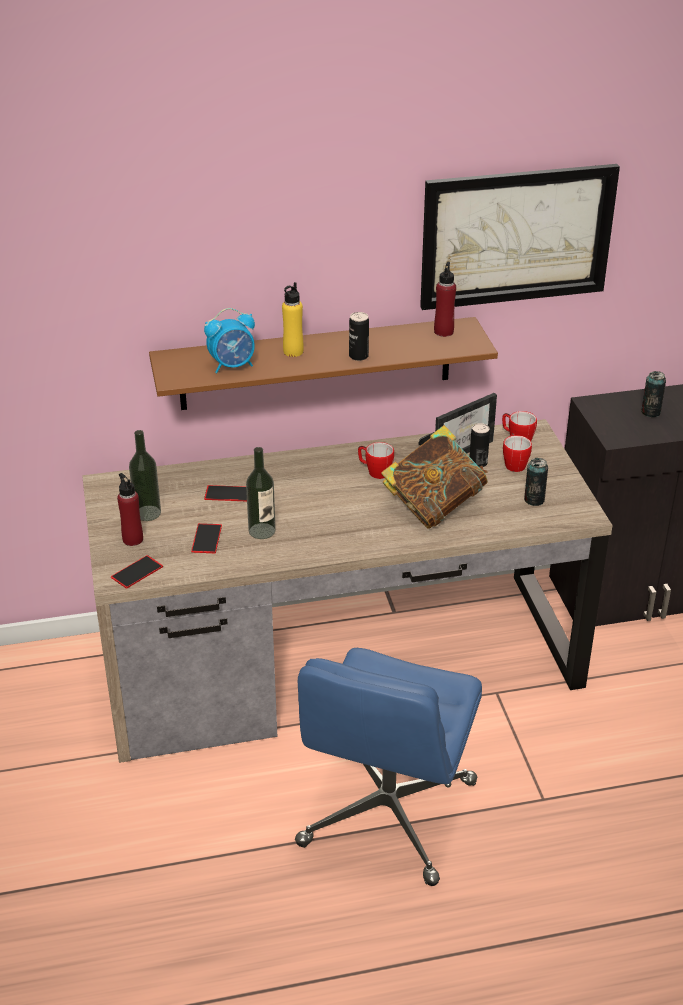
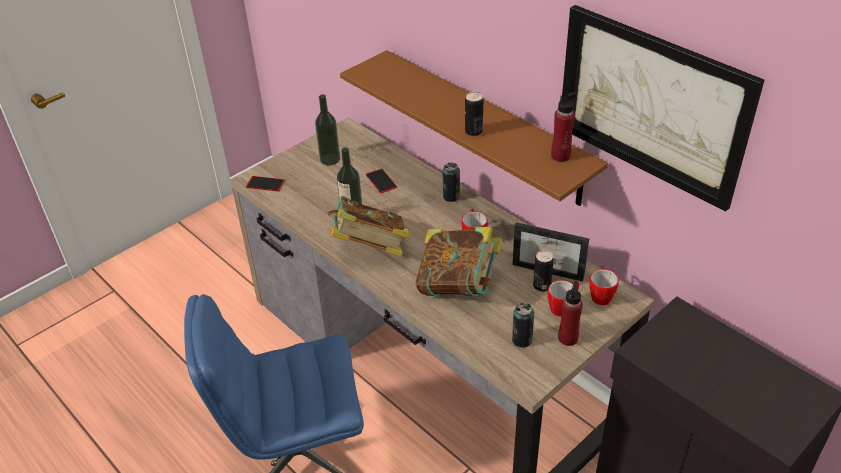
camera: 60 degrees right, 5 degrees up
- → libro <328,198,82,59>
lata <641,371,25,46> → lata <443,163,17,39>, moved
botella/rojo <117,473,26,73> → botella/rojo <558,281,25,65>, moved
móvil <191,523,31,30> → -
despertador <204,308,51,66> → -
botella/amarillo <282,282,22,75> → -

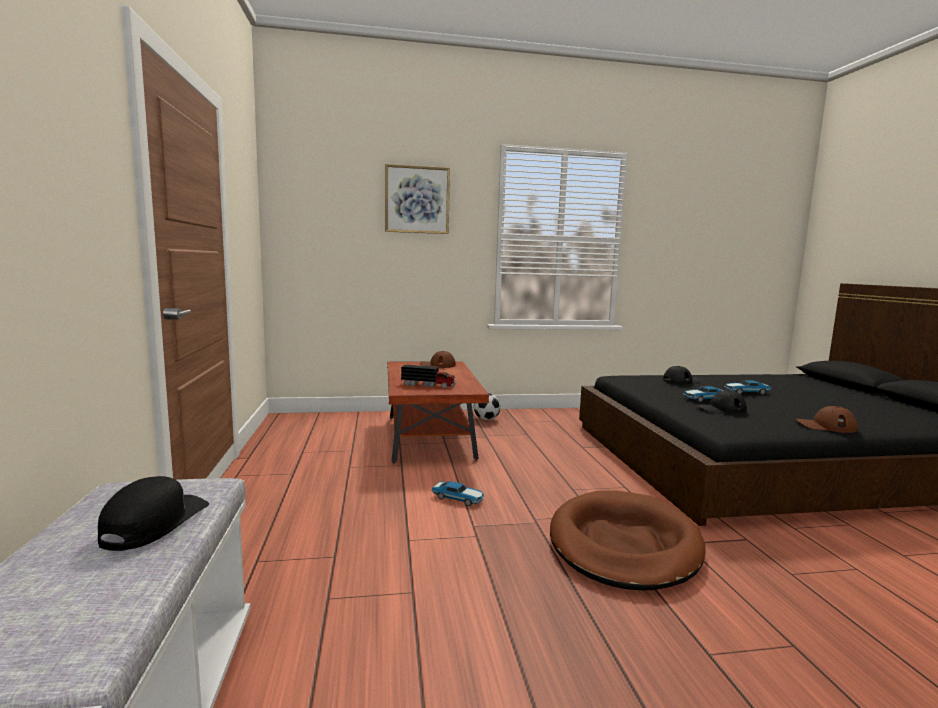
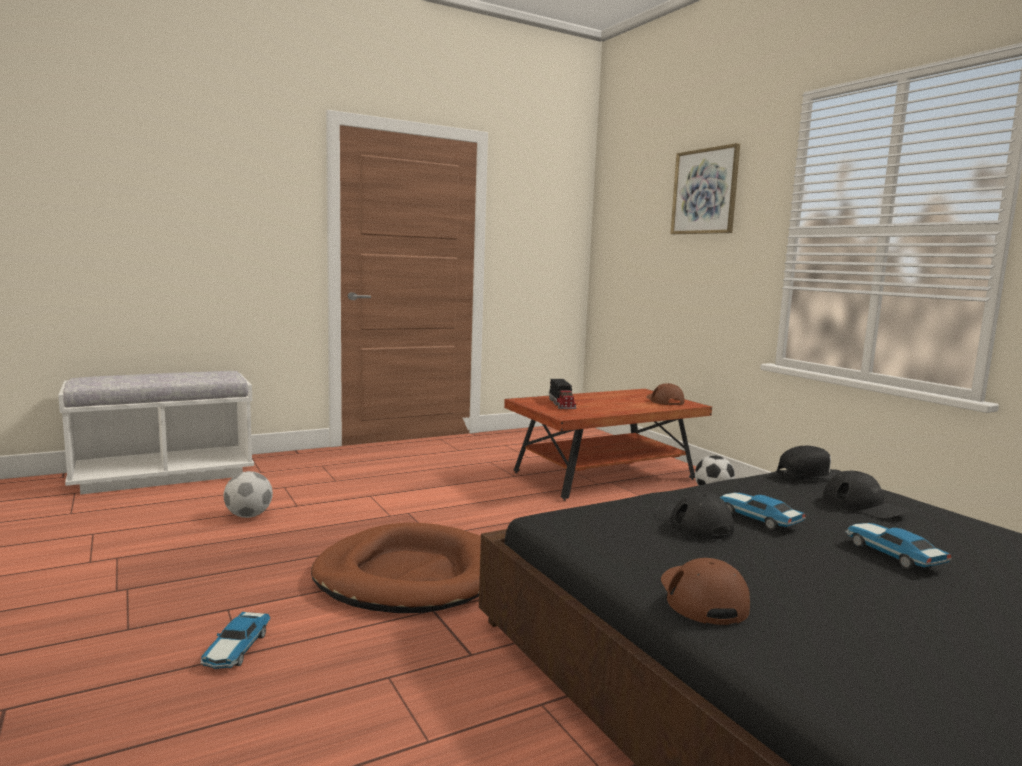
camera: 70 degrees right, 0 degrees up
coche de juguete <432,481,53,25> → coche de juguete <200,612,70,57>, moved
- → balón de fútbol <224,471,49,47>
gorra/negro <98,476,111,75> → gorra/negro <776,446,66,34>, moved

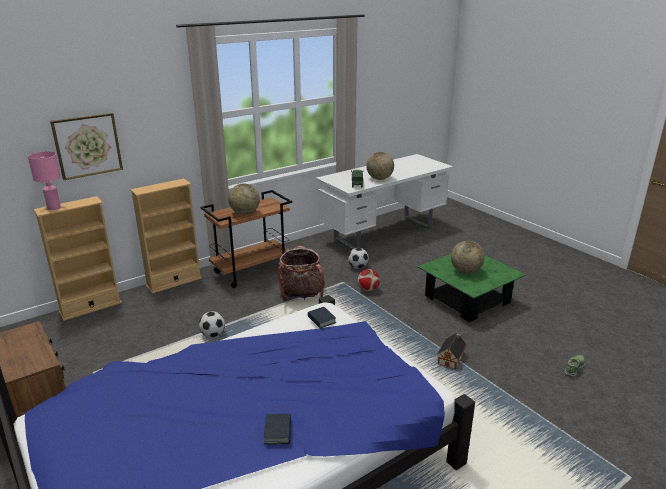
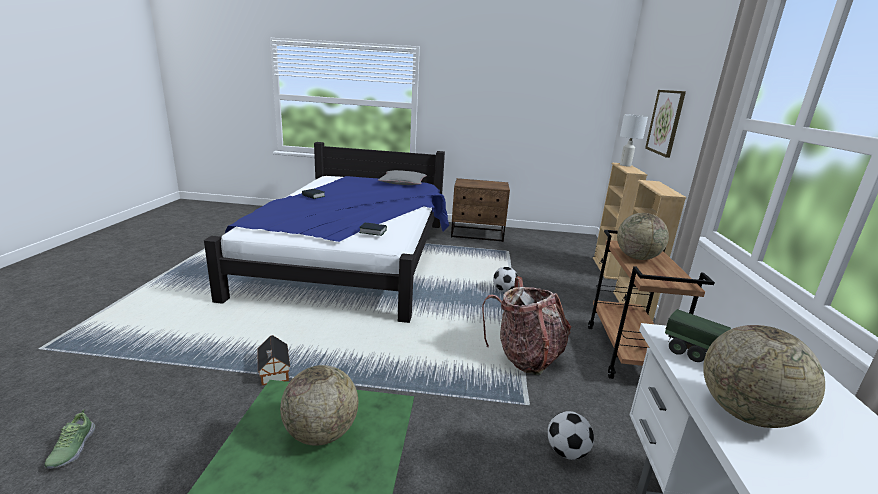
camera: 130 degrees right, 5 degrees down
- → cojín/gris <378,170,49,15>
lámpara de mesa/rosa <28,151,33,59> → lámpara de mesa/blanco <620,114,28,52>
balón de fútbol <358,269,22,22> → -

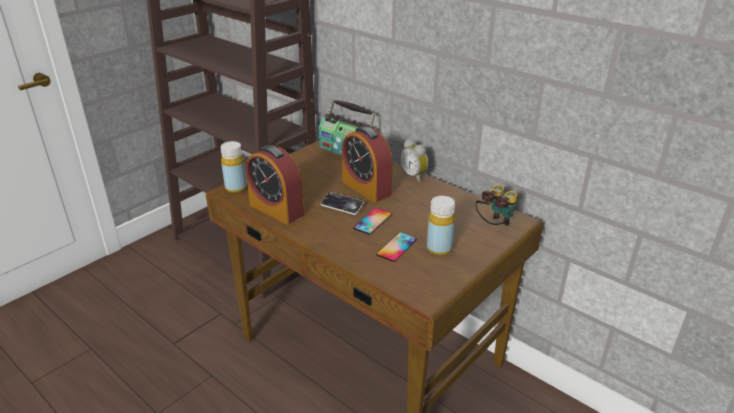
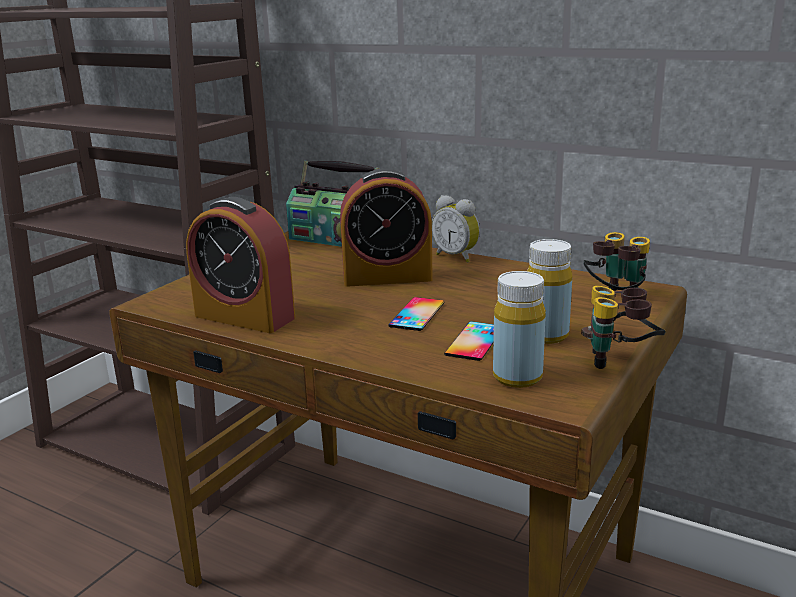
camera: 10 degrees left, 10 degrees down
despertador <342,126,50,76> → despertador <340,168,93,119>, 45 degrees counterclockwise
botella/amarillo <220,141,27,52> → botella/amarillo <493,271,53,117>, moved
- → prismáticos <581,286,85,83>
móvil <321,192,43,23> → -

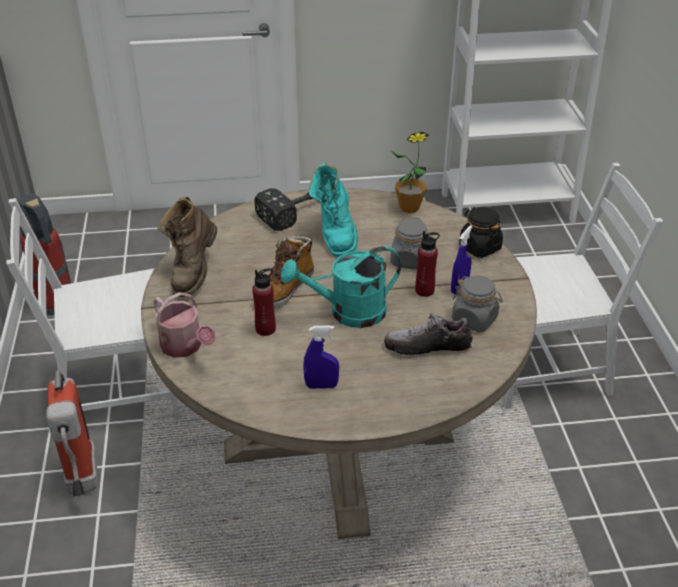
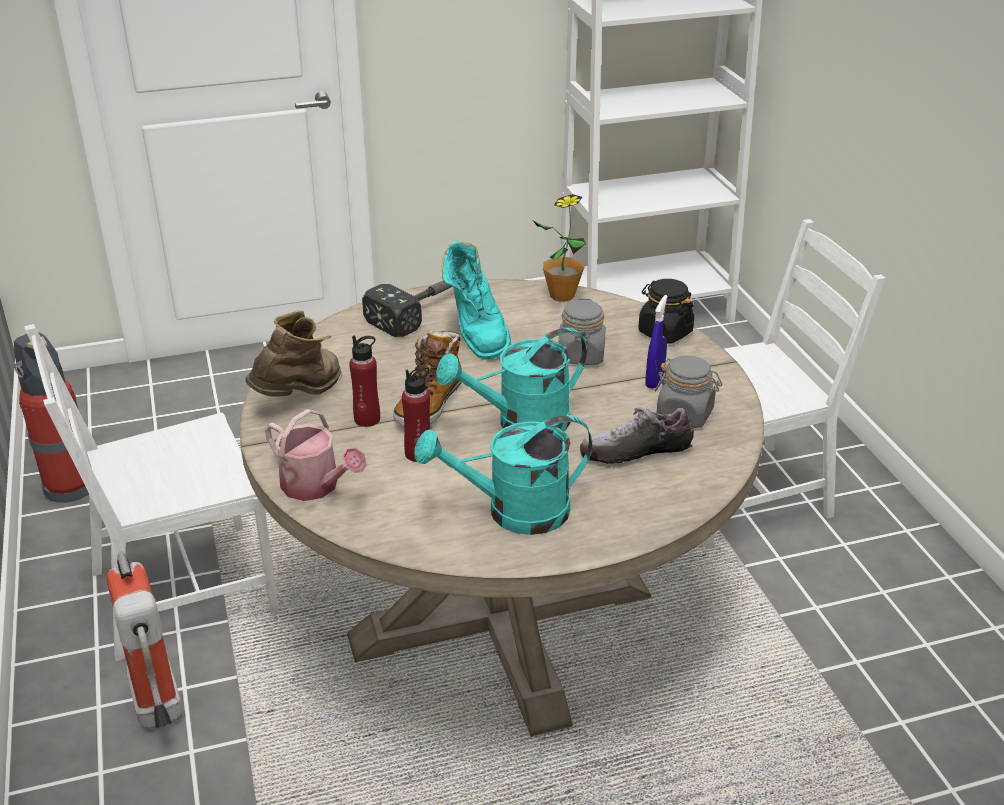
camera: 10 degrees left, 5 degrees down
bota/marrón <157,197,60,100> → bota/marrón <245,310,96,87>, 150 degrees counterclockwise
botella/rojo <415,231,25,66> → botella/rojo <349,336,31,91>, moved
pulverizador/azul <303,325,36,64> → regadera/turquesa <414,415,178,120>

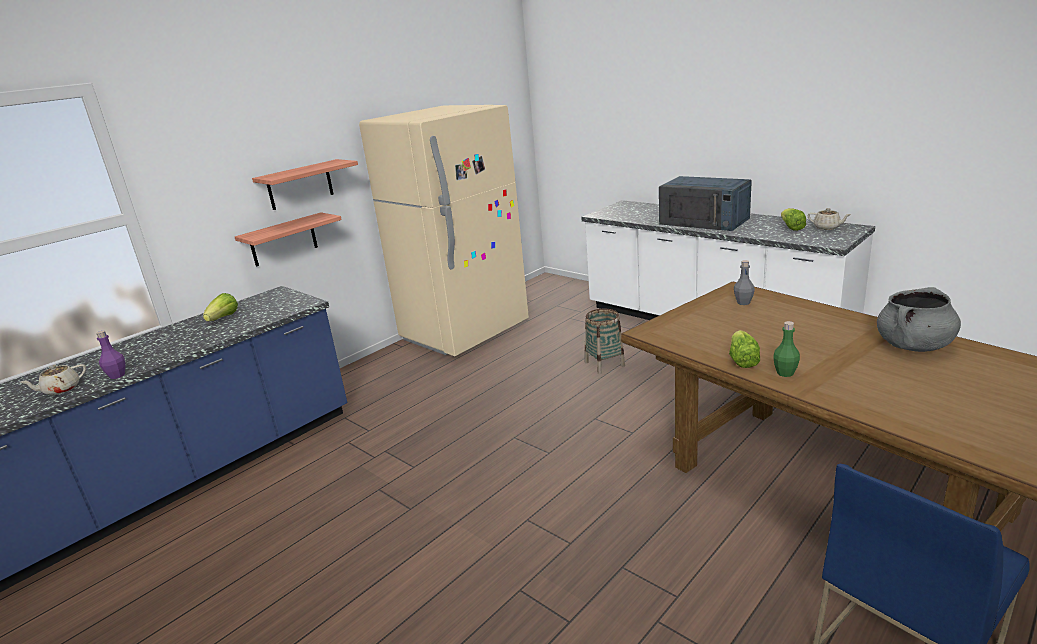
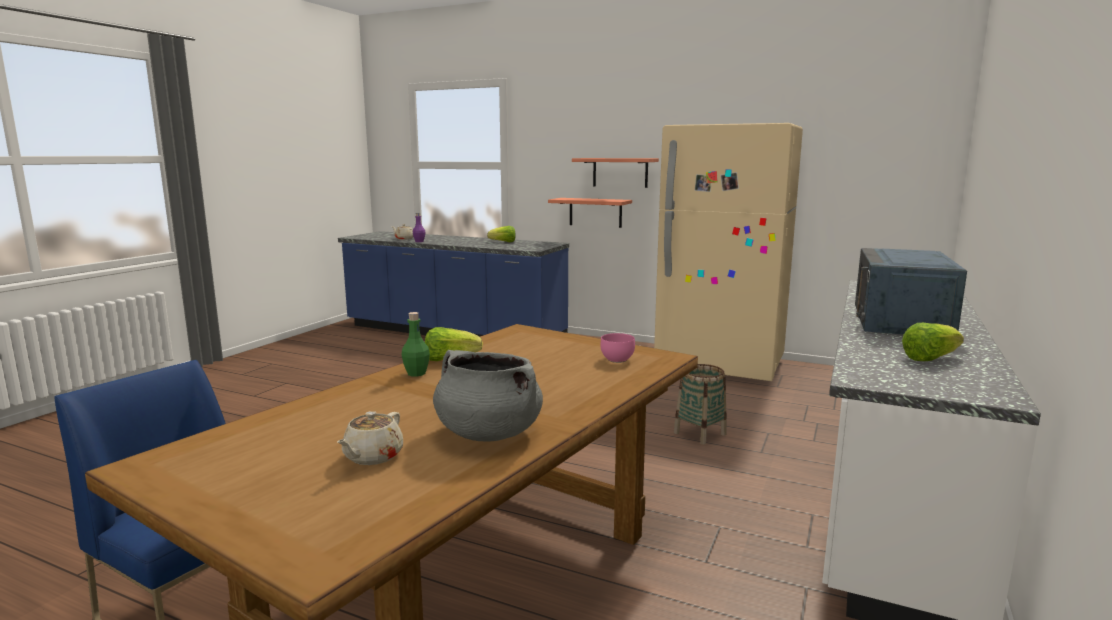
camera: 70 degrees right, 10 degrees down
tetera/beis <808,208,43,22> → tetera/beis <337,411,66,54>, moved
botella/gris <734,260,21,45> → cuenco/rosa <600,333,35,30>

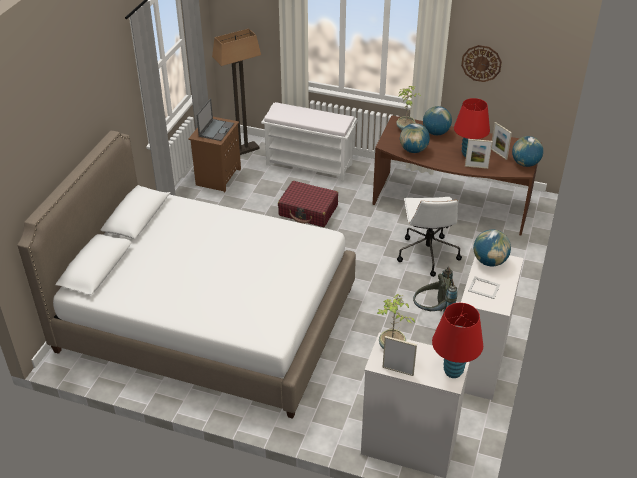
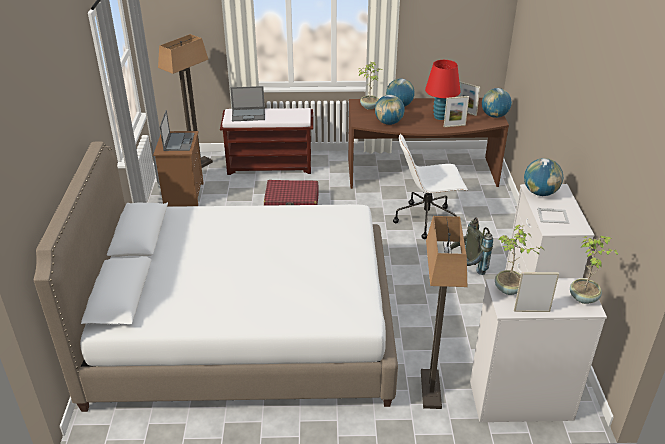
camera: 20 degrees left, 5 degrees down
banco/blanco <261,102,96,79> → banco/marrón <220,108,93,67>
- → portátil <230,86,35,35>
silla de oficina/blanco <397,197,65,80> → silla de oficina/blanco <393,134,75,105>, 105 degrees clockwise
- → lámpara de pie <421,216,47,193>
lámpara de mesa/rojo <432,303,51,75> → planta en maceta <570,235,48,69>
reloj de pared <461,45,41,37> → -

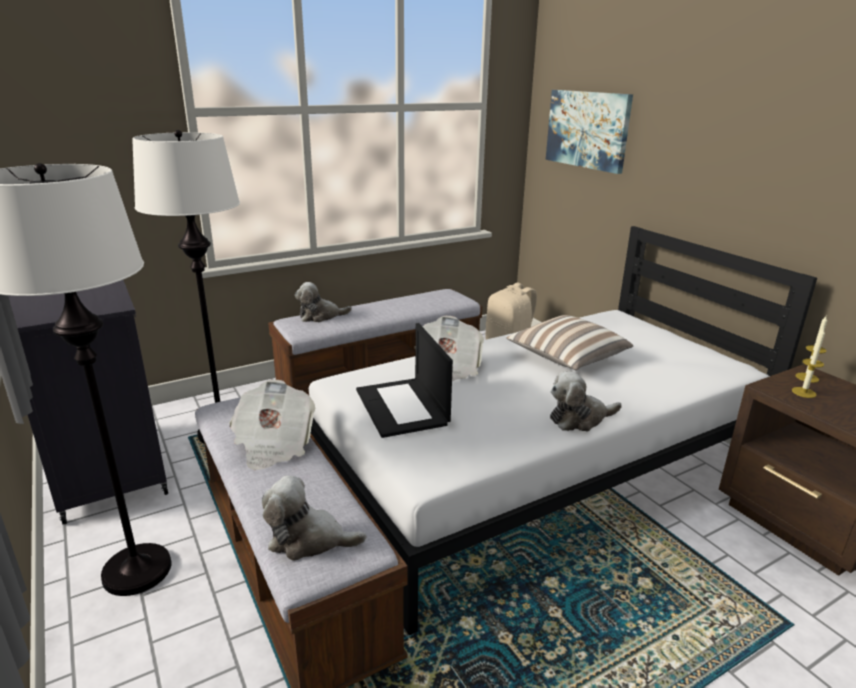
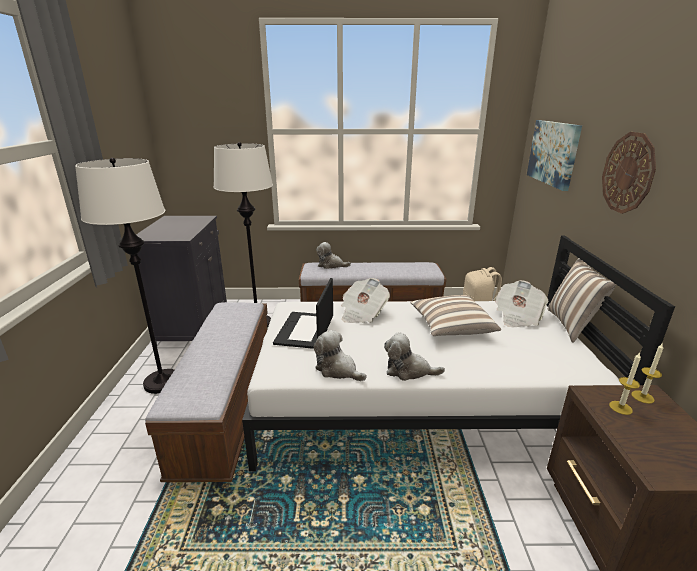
camera: 30 degrees right, 0 degrees up
peluche <262,476,104,85> → peluche <314,330,53,51>, moved
periódico <229,380,87,90> → periódico <495,280,53,47>, moved
- → cojín <547,258,69,85>
- → reloj de pared <602,132,54,82>

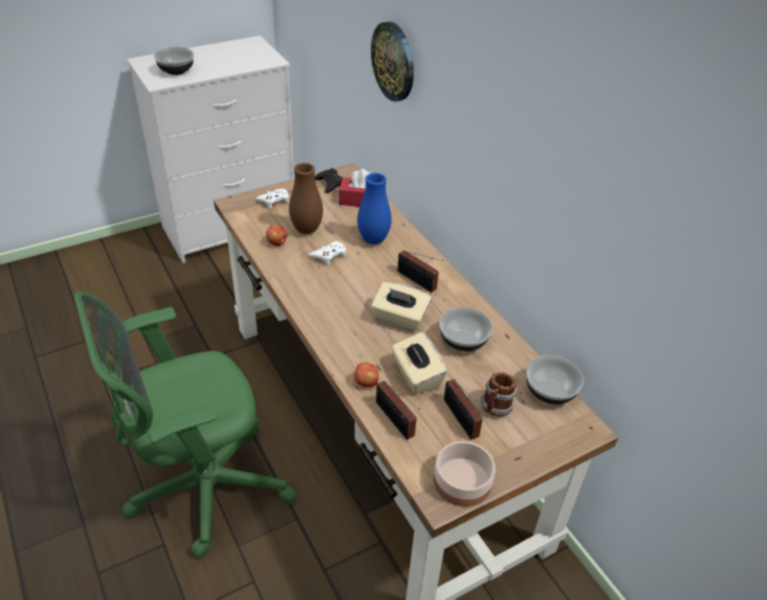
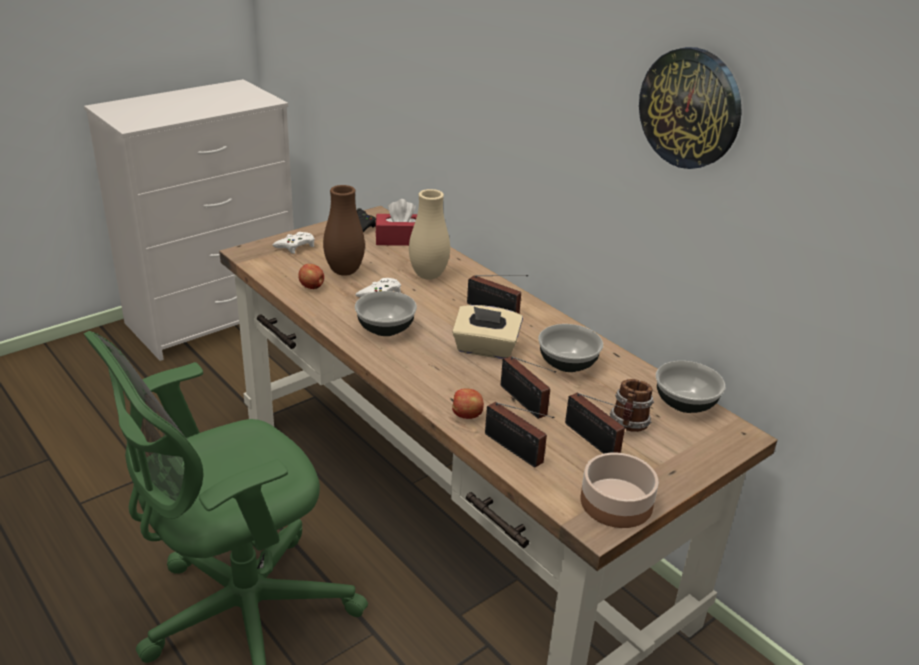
camera: 10 degrees left, 10 degrees down
cuenco <154,47,40,28> → cuenco <355,291,62,45>, moved
florero/azul <357,173,35,71> → florero/beis <409,189,41,91>
caja de pañuelos/beis <392,332,55,62> → radio <501,356,55,63>
reloj de pared <371,21,43,81> → reloj de pared <639,47,103,122>, moved

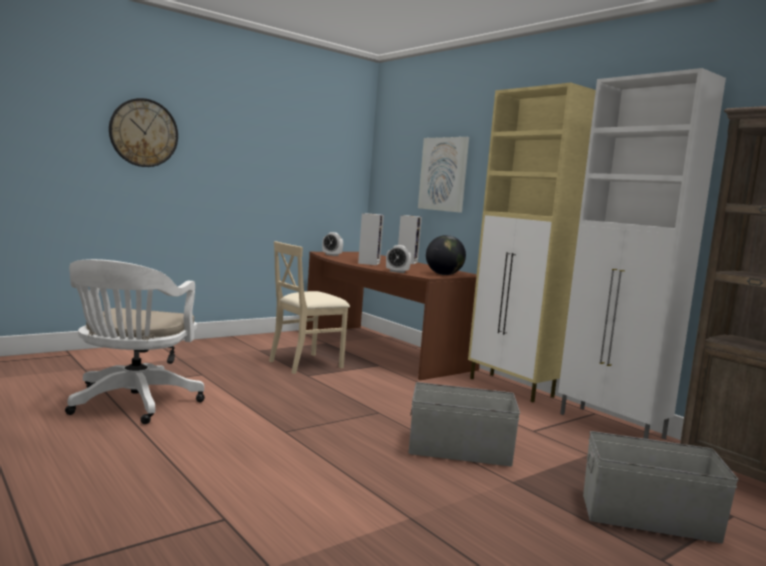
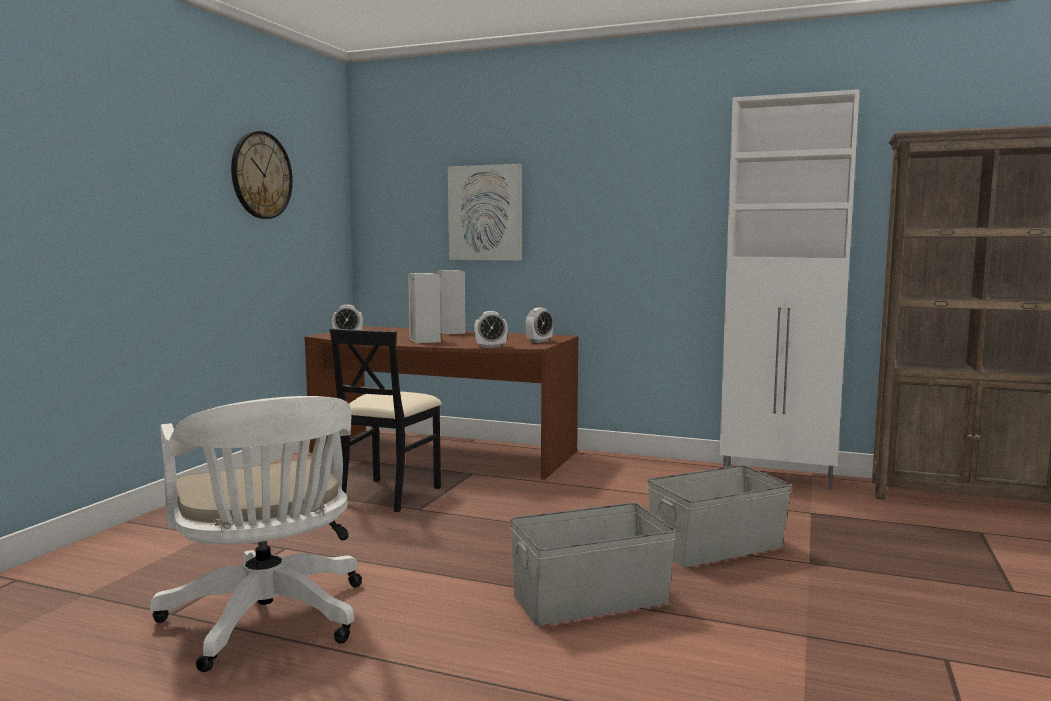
camera: 30 degrees left, 0 degrees up
reloj de pared <109,98,69,69> → reloj de pared <231,131,62,88>, moved
silla/beis <269,241,81,133> → silla/negro <330,328,112,184>
caja de almacenaje/gris <583,431,156,112> → caja de almacenaje/gris <510,503,166,123>, moved
globo terráqueo <426,235,40,40> → despertador <526,308,27,35>
armario/beis <468,83,128,319> → -

